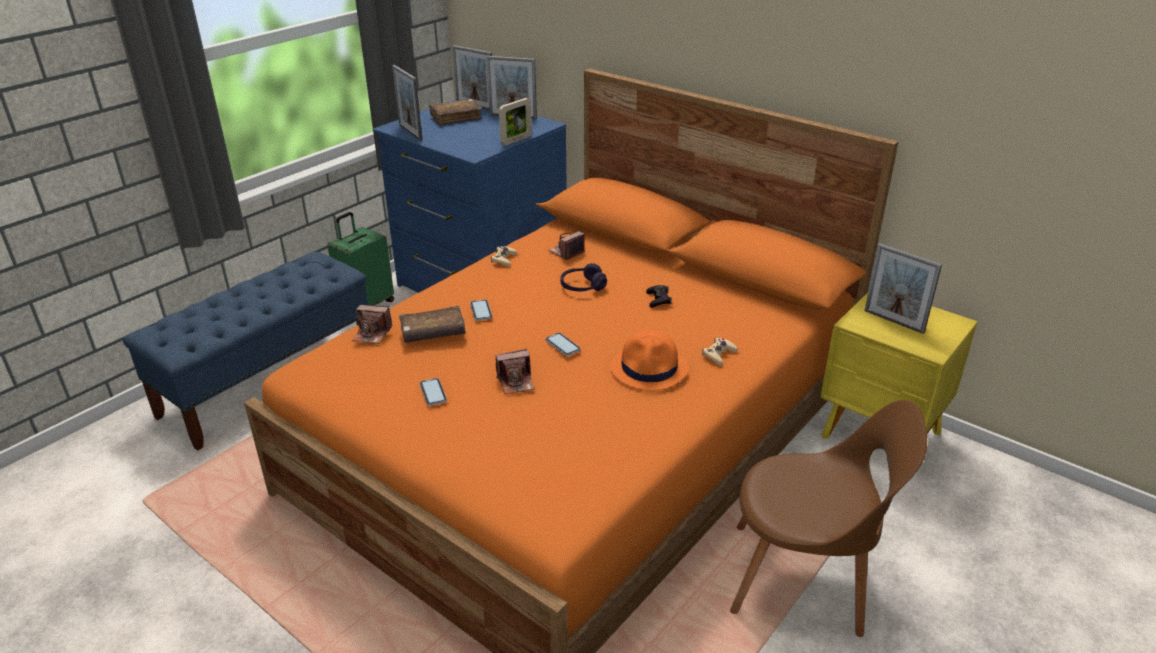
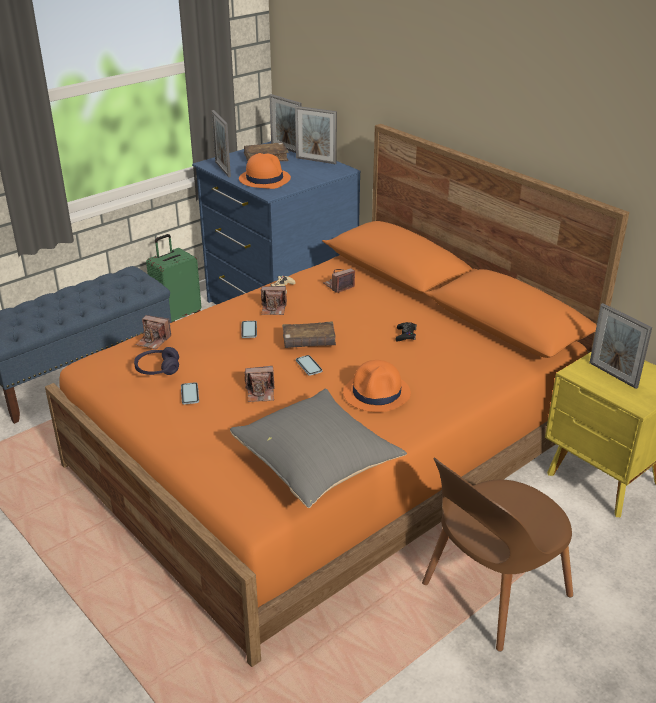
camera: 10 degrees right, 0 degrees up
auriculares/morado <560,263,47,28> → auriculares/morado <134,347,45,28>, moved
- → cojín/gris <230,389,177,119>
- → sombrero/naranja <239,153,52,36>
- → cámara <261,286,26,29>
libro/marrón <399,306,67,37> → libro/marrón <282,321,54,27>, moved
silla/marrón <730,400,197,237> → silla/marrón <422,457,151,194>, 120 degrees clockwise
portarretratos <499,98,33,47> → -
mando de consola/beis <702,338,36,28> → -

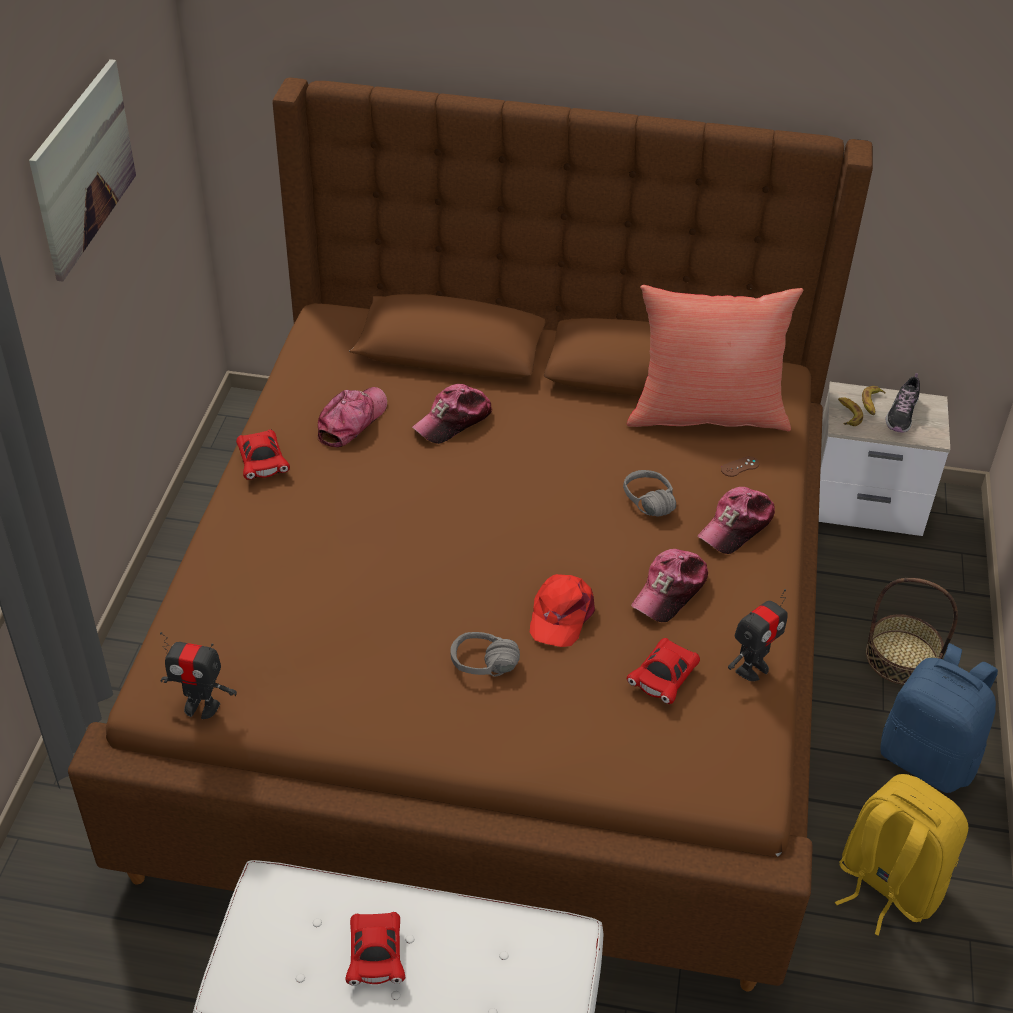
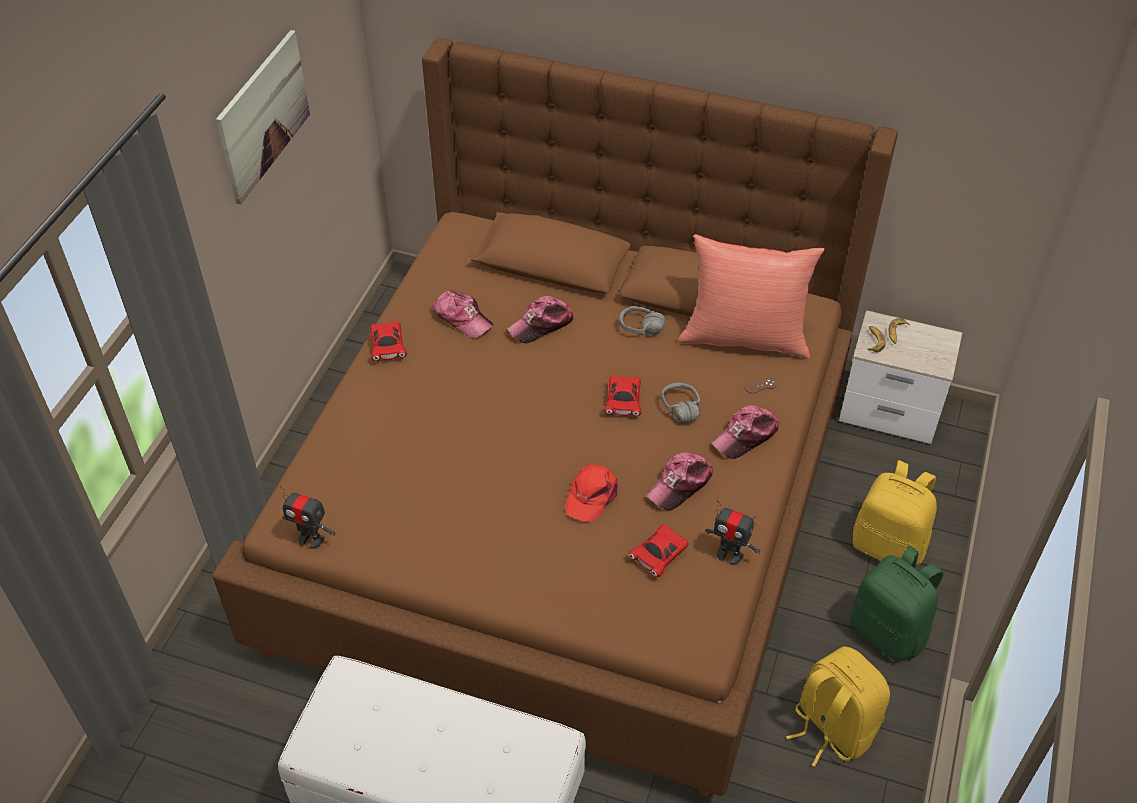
camera: 10 degrees right, 5 degrees up
gorra <317,387,70,60> → gorra <433,290,61,48>, 90 degrees clockwise
coche de juguete/rojo <345,912,60,74> → coche de juguete/rojo <604,375,38,41>, moved
auriculares/gris <450,632,70,44> → auriculares/gris <619,306,46,30>, moved
robot de juguete <728,589,60,92> → robot de juguete <705,500,55,65>, 60 degrees clockwise
mochila/azul <880,643,118,150> → mochila/verde <850,546,94,115>
cesta <866,578,92,107> → mochila/amarillo <853,460,84,105>
zapato <886,373,34,60> → -

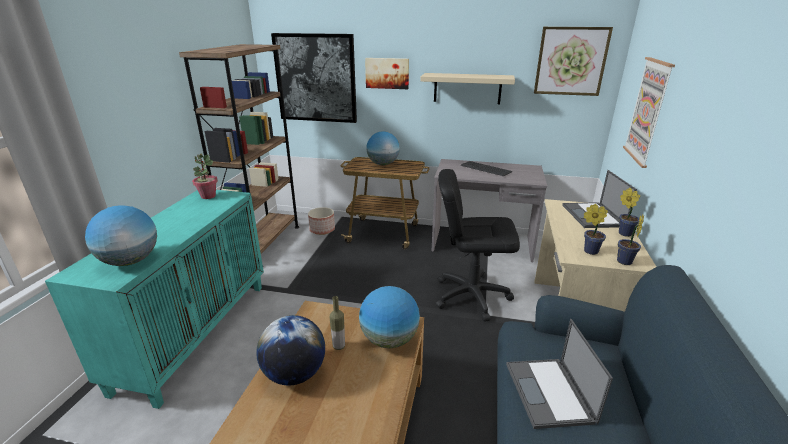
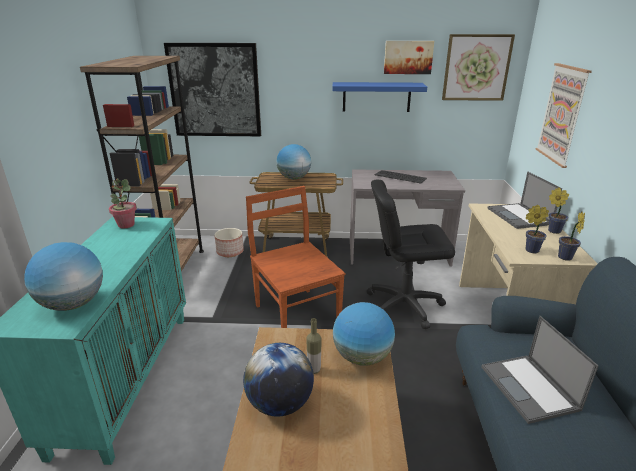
camera: 10 degrees left, 0 degrees up
- → silla/marrón <246,186,99,142>
estante/beis <420,73,95,31> → estante/azul <332,82,95,30>
cuadro <365,58,44,31> → cuadro <384,41,50,33>, moved

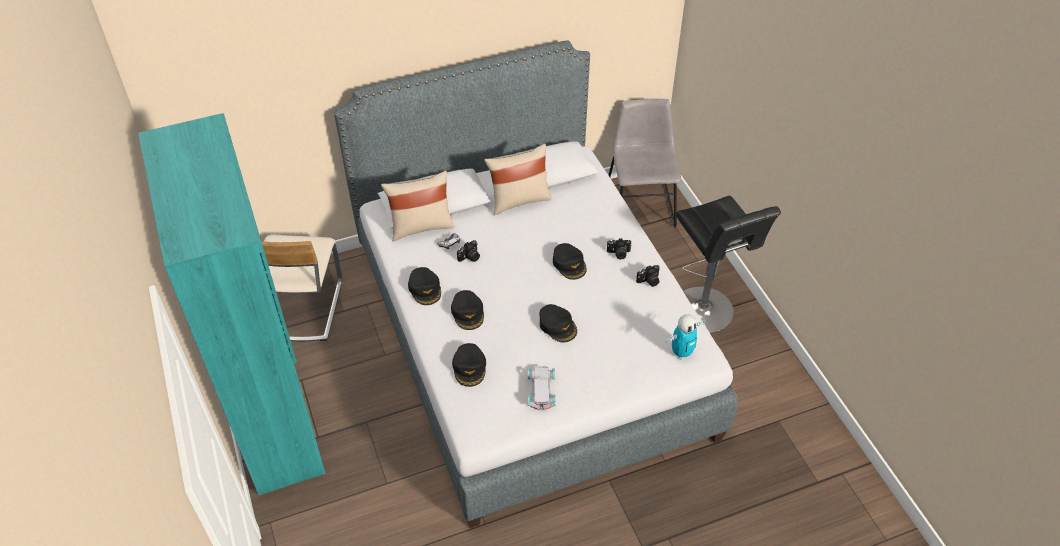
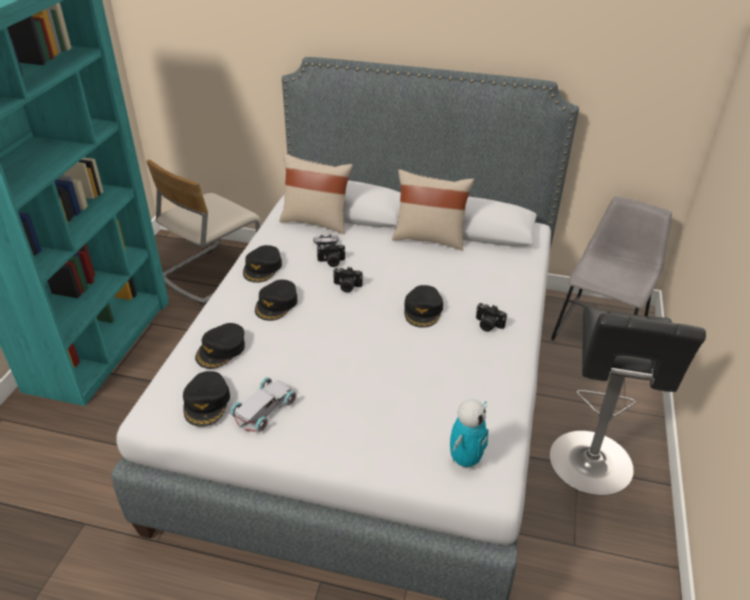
camera: 35 degrees right, 10 degrees down
gorra/negro <539,304,38,39> → gorra/negro <183,371,47,56>, moved
cámara <636,265,24,22> → cámara <333,267,30,26>, moved
robot de juguete <666,314,39,45> → robot de juguete <450,399,38,71>, 60 degrees counterclockwise

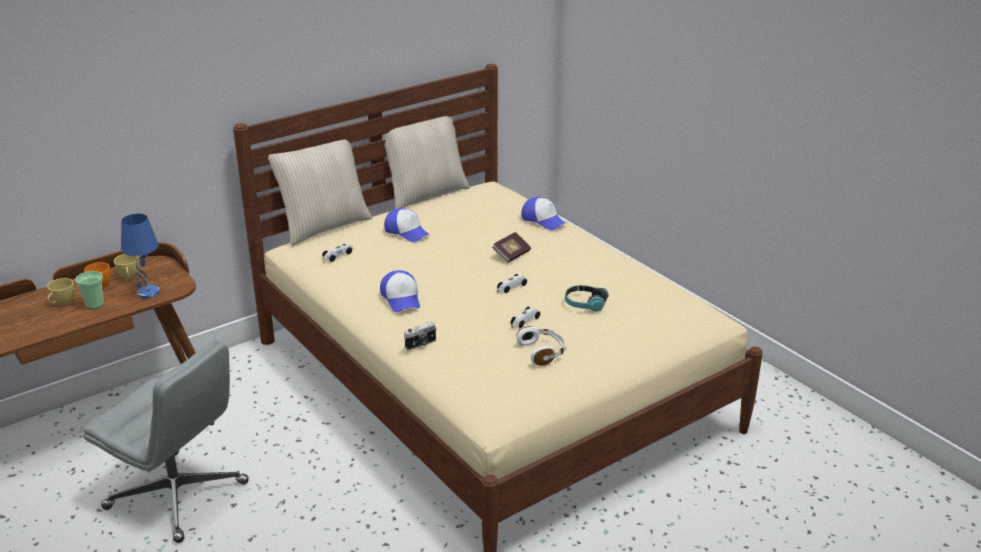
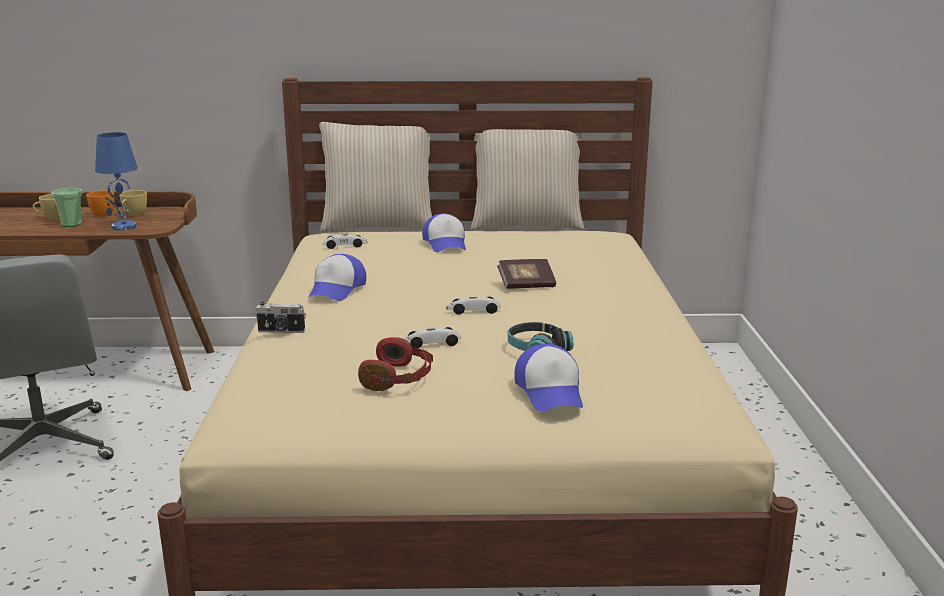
camera: 35 degrees right, 10 degrees down
auriculares/blanco <517,326,49,40> → auriculares/rojo <358,337,75,54>
gorra <521,197,45,33> → gorra <514,344,69,68>, moved

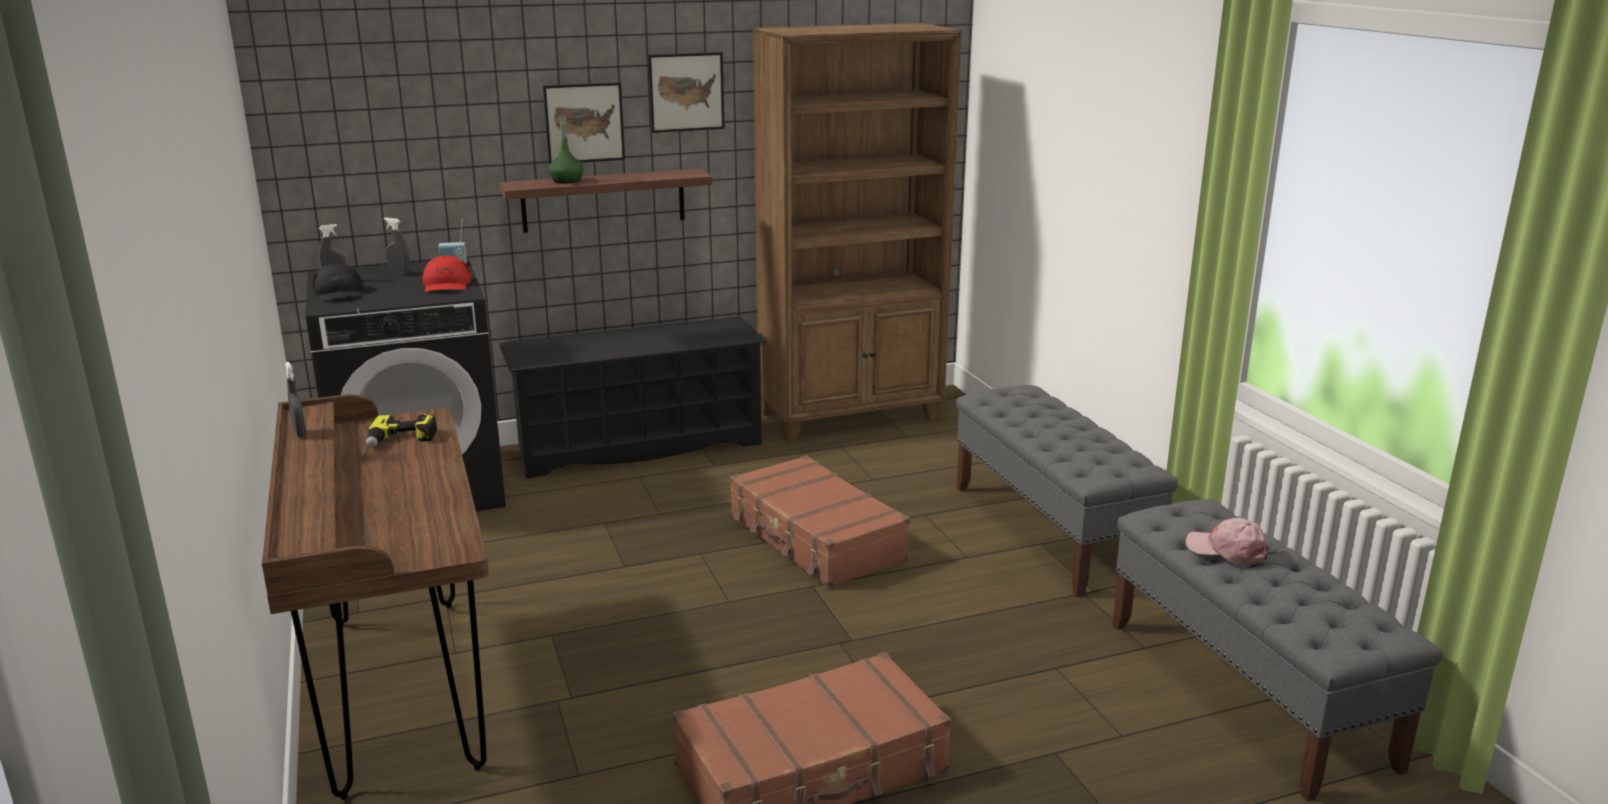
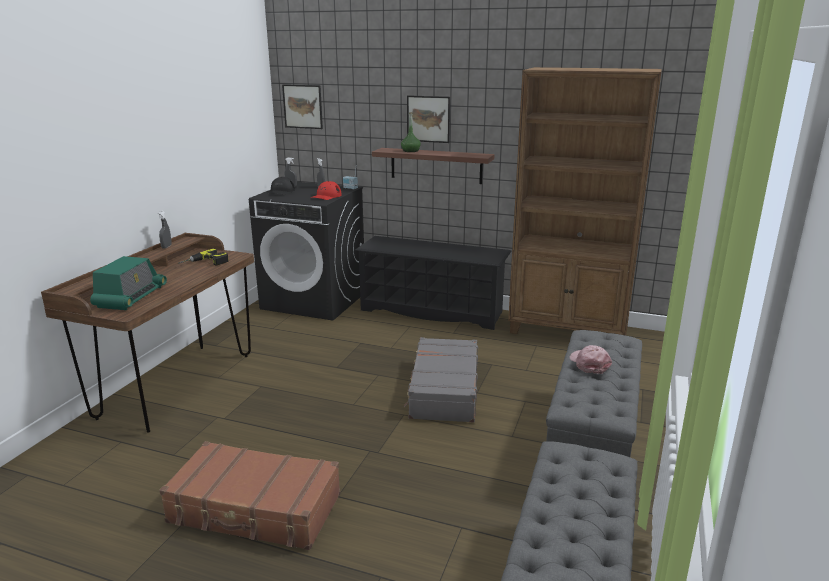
camera: 40 degrees right, 0 degrees up
- → radio <90,256,77,54>
cuadro <648,52,77,81> → cuadro <282,84,41,45>, moved
maleta/marrón <730,455,180,133> → maleta/gris <404,337,74,86>
gorra/rosa <1186,518,83,48> → gorra/rosa <570,345,42,29>, moved

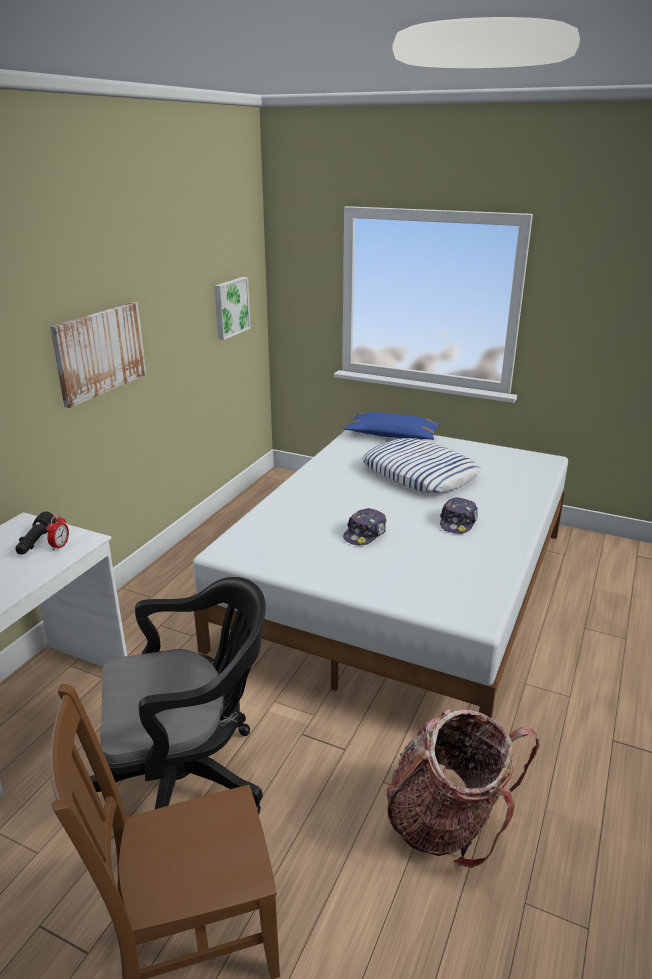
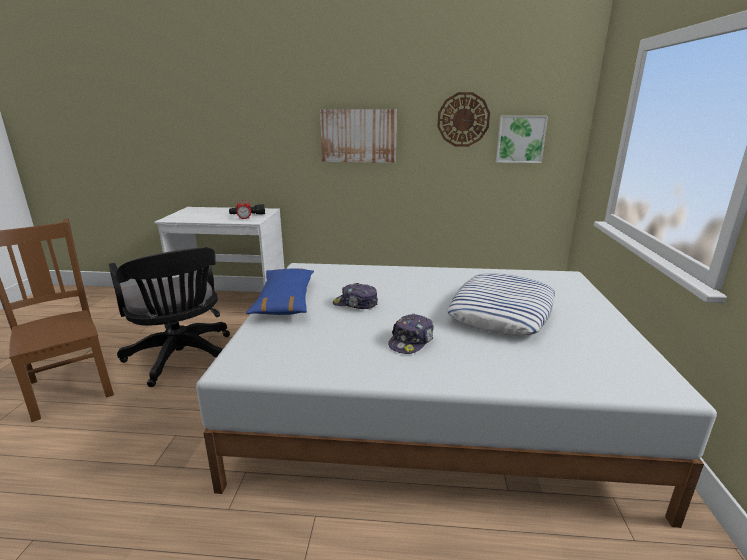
camera: 70 degrees right, 5 degrees down
cojín/azul <344,412,97,28> → cojín/azul <246,268,68,47>, moved
gorra <440,497,38,37> → gorra <388,313,46,41>, 60 degrees counterclockwise
- → reloj de pared <437,92,53,55>
mochila <386,709,154,159> → -

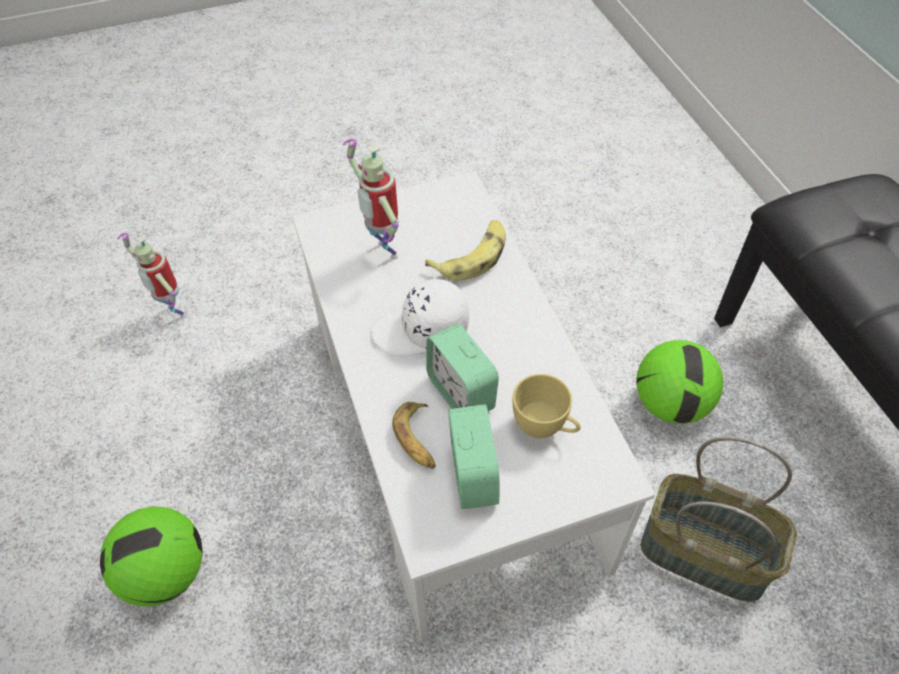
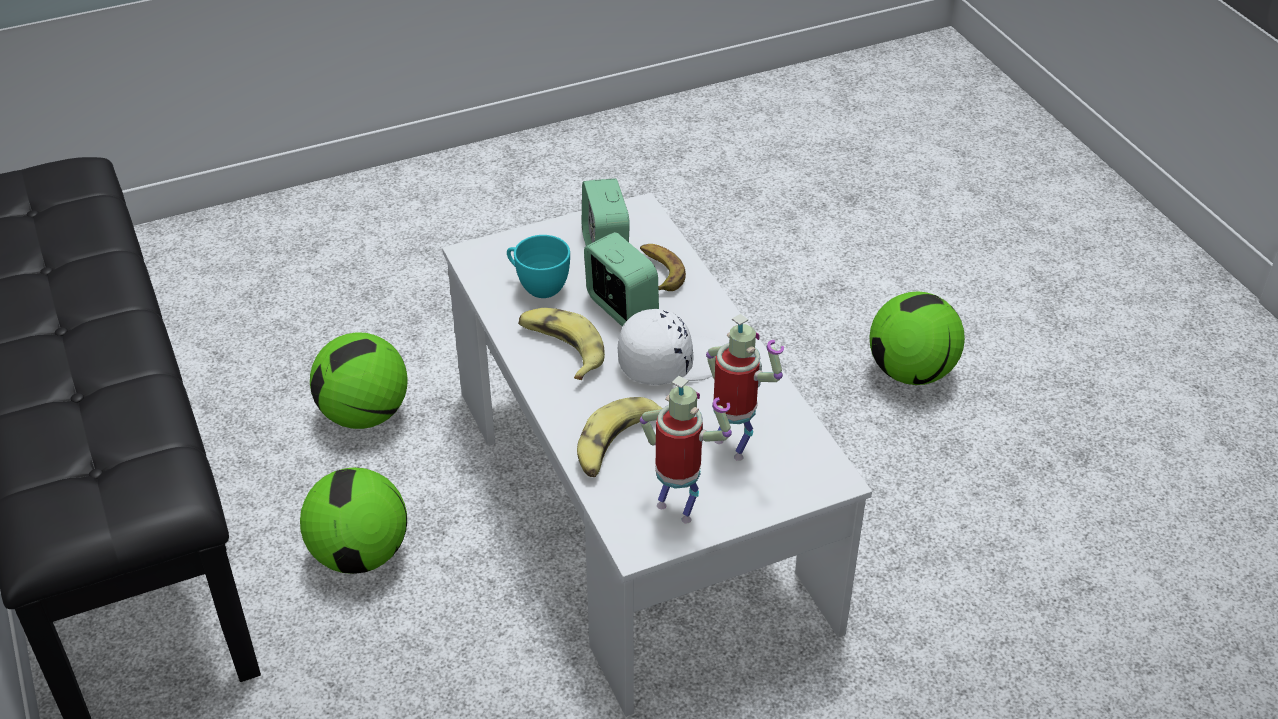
camera: 175 degrees right, 10 degrees down
cesta <641,437,156,165> → balón de fútbol <310,332,98,97>
taza/amarillo <513,374,68,64> → taza/turquesa <507,235,63,63>
- → plátano <518,308,87,72>
robot de juguete <118,233,68,85> → robot de juguete <640,376,92,147>, moved

